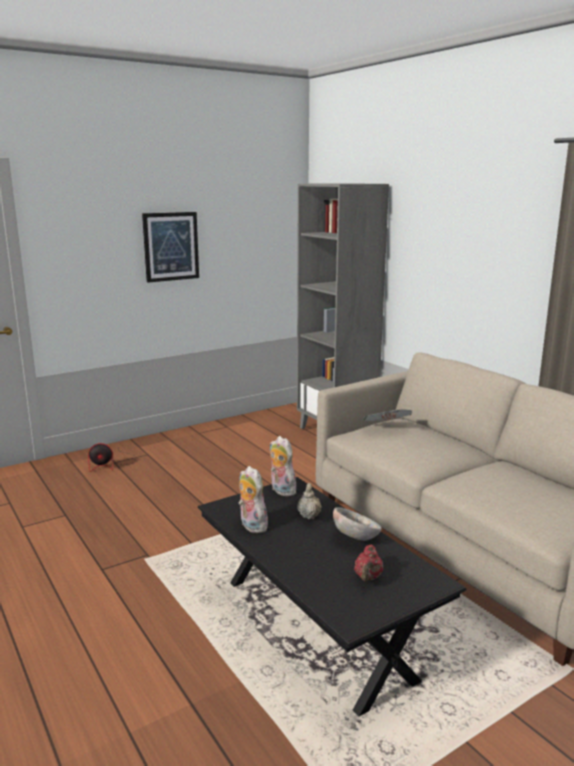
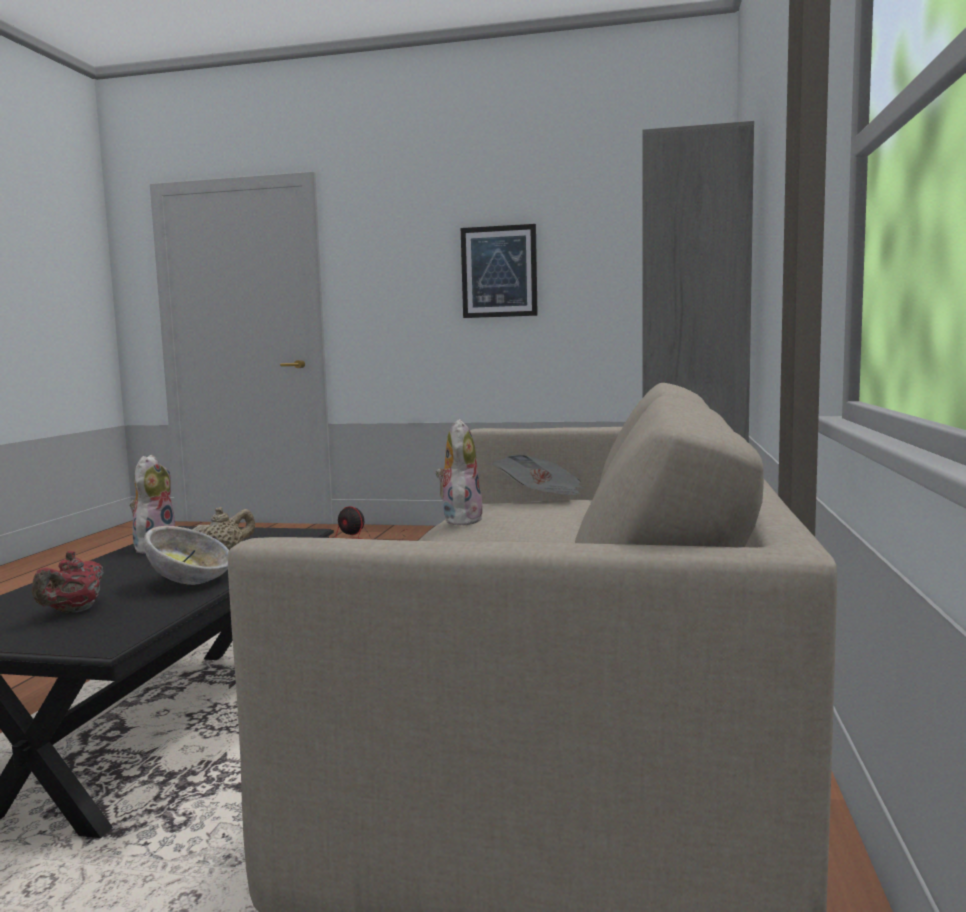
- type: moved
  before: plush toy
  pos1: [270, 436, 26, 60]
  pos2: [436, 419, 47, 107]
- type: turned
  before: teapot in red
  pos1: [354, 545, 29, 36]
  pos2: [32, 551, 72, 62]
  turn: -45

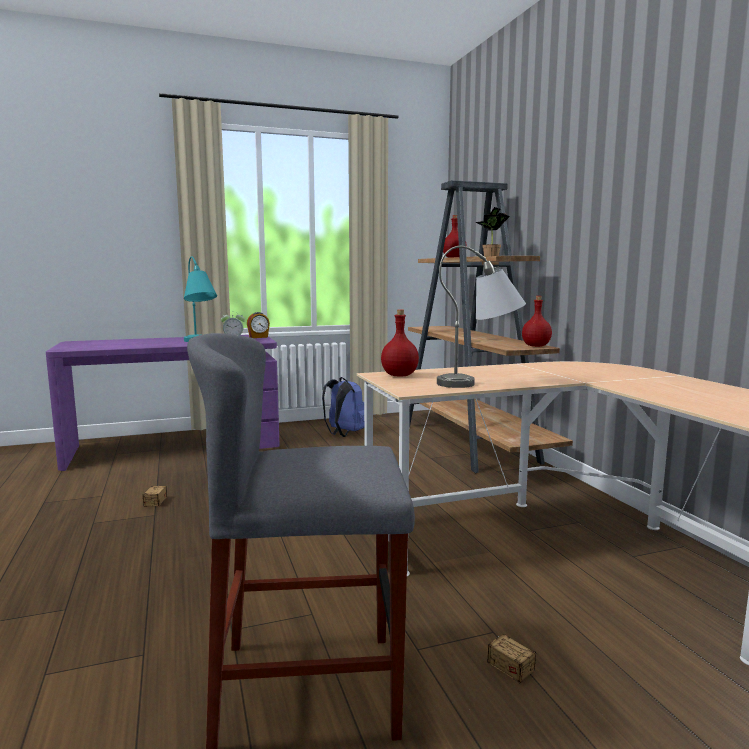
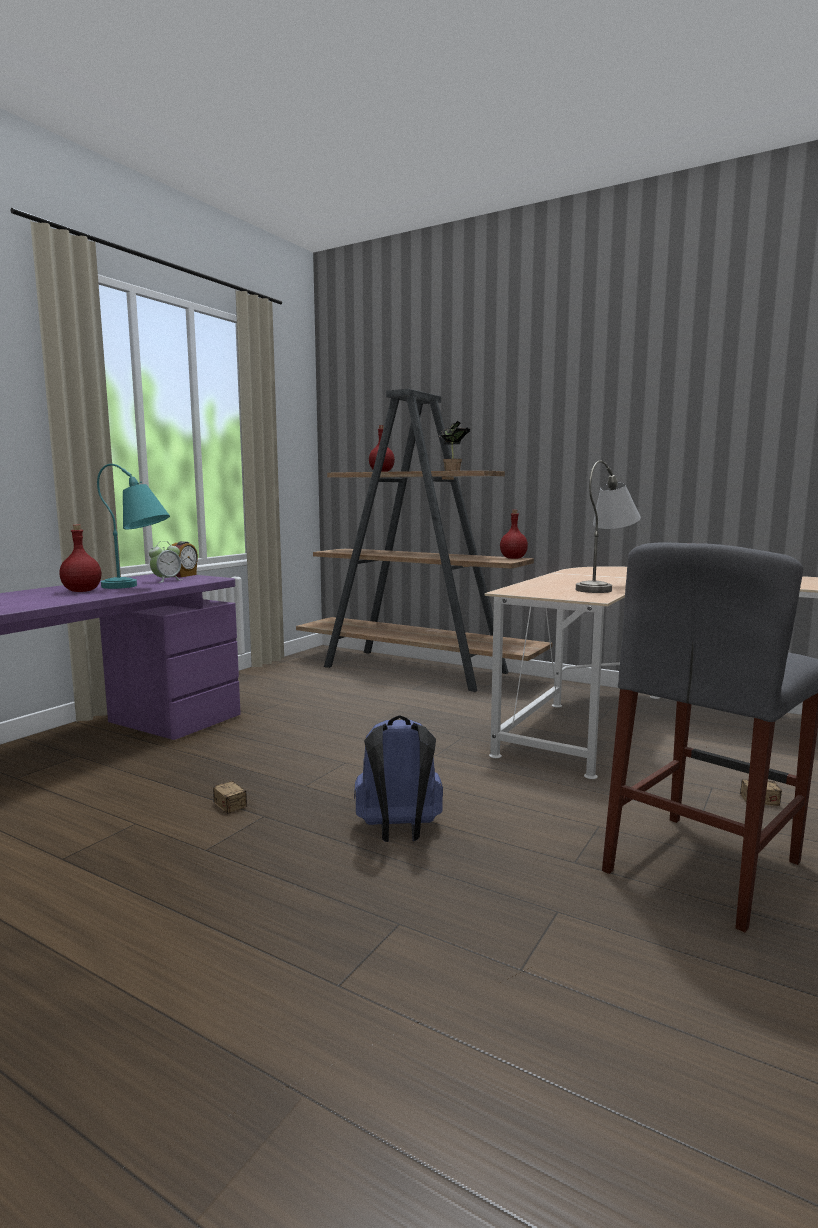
- type: moved
  before: knapsack in blue
  pos1: [322, 377, 42, 60]
  pos2: [354, 715, 89, 127]
- type: moved
  before: bottle in red
  pos1: [381, 309, 38, 67]
  pos2: [59, 525, 42, 67]

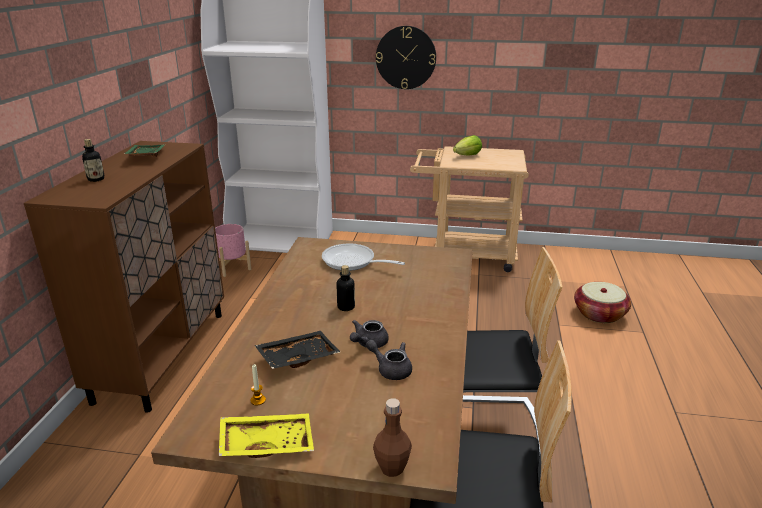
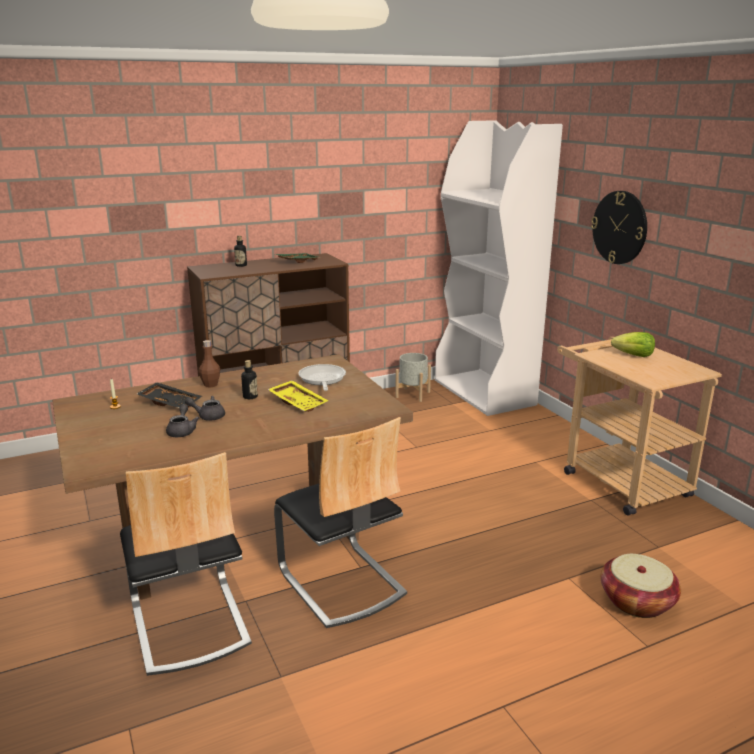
- type: moved
  before: serving tray in yellow
  pos1: [219, 413, 95, 45]
  pos2: [268, 380, 61, 32]
- type: moved
  before: bottle in brownish
  pos1: [373, 398, 39, 79]
  pos2: [199, 340, 21, 48]
- type: recoloured
  before: flower pot in pink-coloured
  after: flower pot in grey
  pos1: [215, 224, 36, 53]
  pos2: [395, 353, 36, 49]

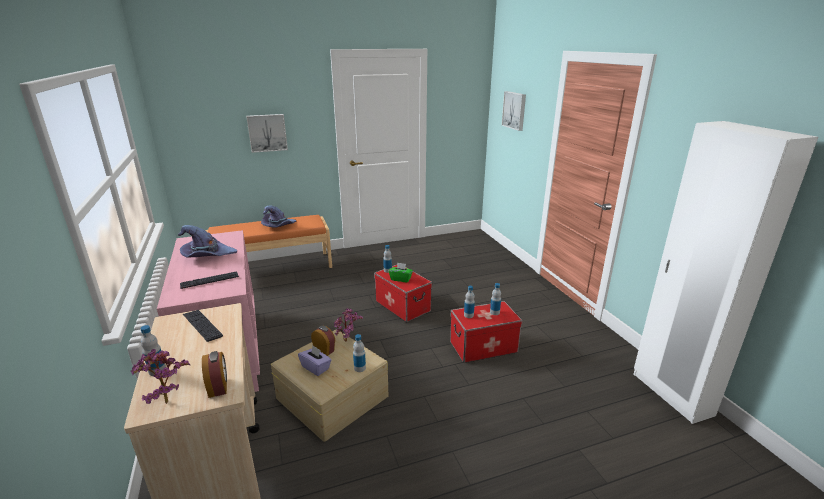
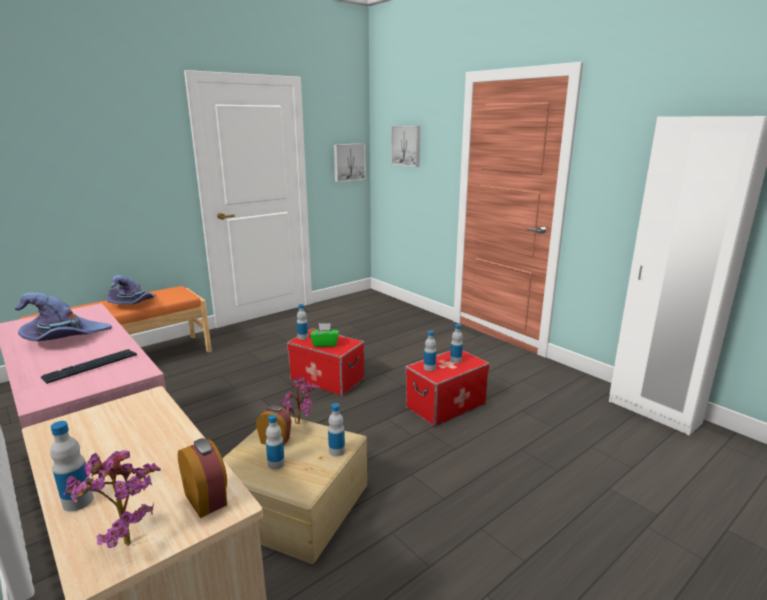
- type: removed
  before: computer keyboard
  pos1: [183, 310, 40, 32]
- type: moved
  before: wall art
  pos1: [246, 114, 42, 39]
  pos2: [334, 143, 32, 39]
- type: replaced
  before: box of tissues in purple-coloured
  after: bottle
  pos1: [298, 346, 33, 30]
  pos2: [266, 414, 19, 56]

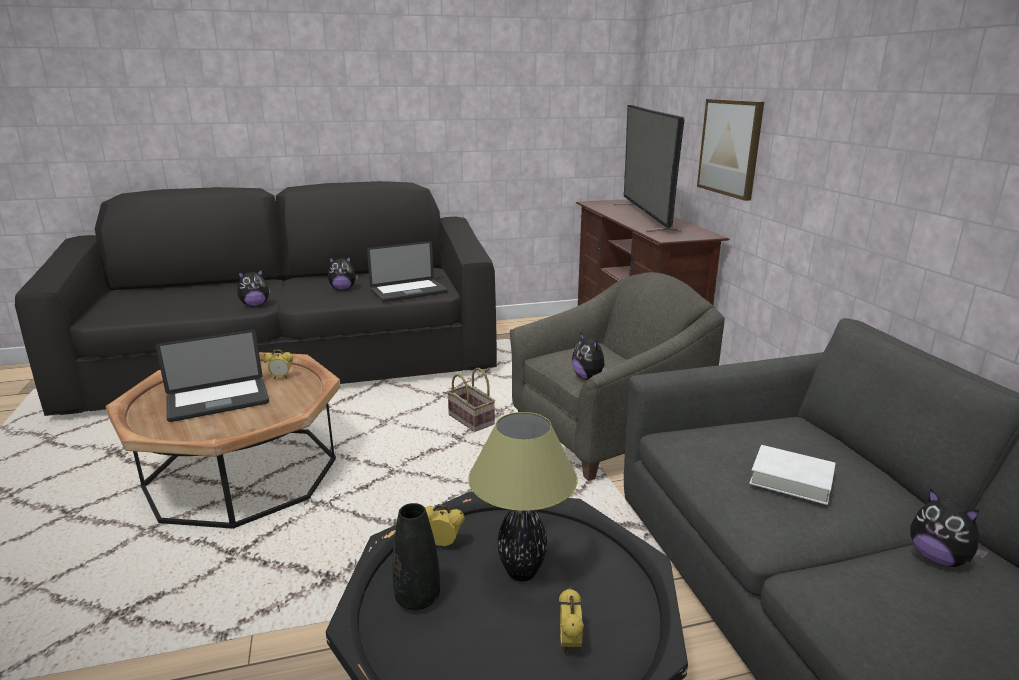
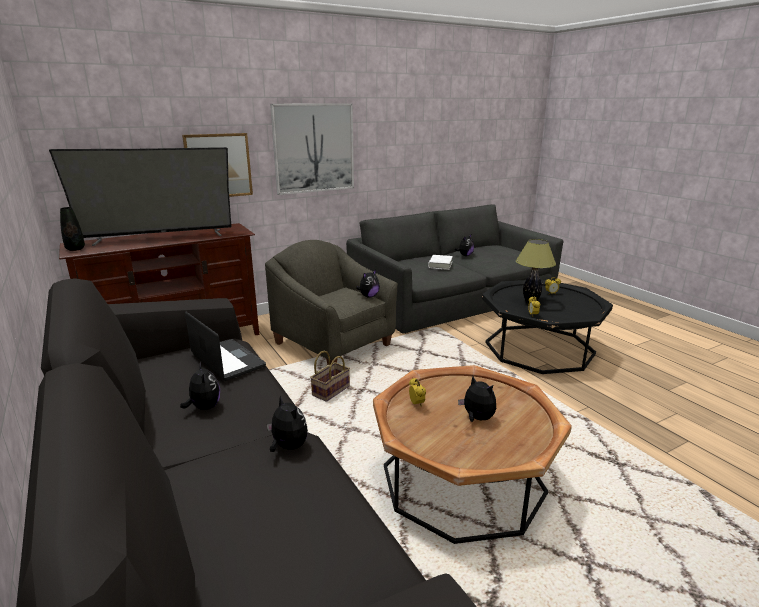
- type: added
  after: wall art
  pos2: [270, 104, 84, 91]
- type: moved
  before: flower vase in black-coloured
  pos1: [393, 503, 47, 107]
  pos2: [60, 207, 25, 44]
- type: replaced
  before: laptop
  after: plush toy
  pos1: [156, 330, 113, 92]
  pos2: [458, 376, 38, 46]

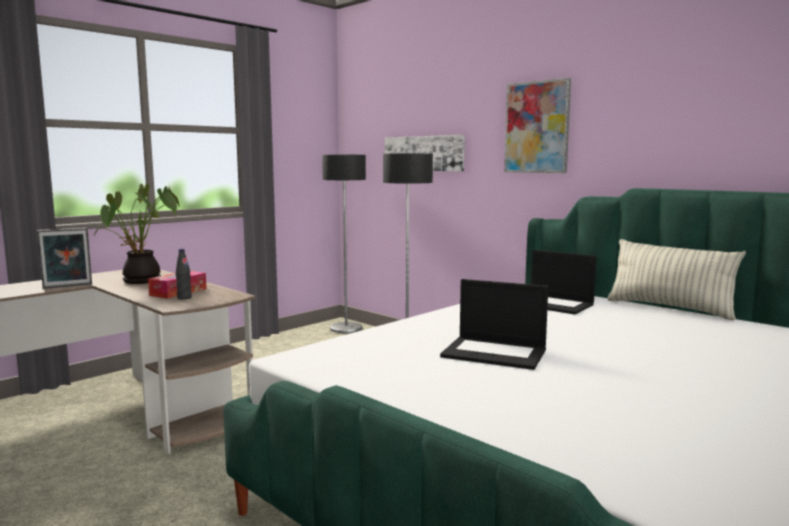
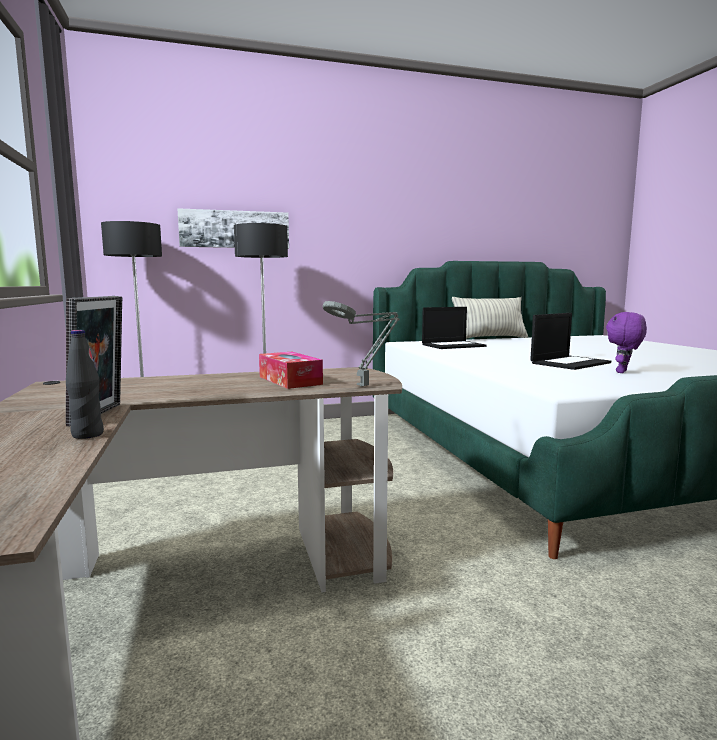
- type: removed
  before: plant in a pot
  pos1: [94, 184, 85, 100]
- type: removed
  before: wall art
  pos1: [504, 78, 67, 95]
- type: added
  after: table lamp in grey
  pos2: [323, 301, 77, 86]
- type: added
  after: plush toy in purple-coloured
  pos2: [606, 312, 41, 61]
- type: moved
  before: bottle in black-coloured
  pos1: [176, 249, 16, 50]
  pos2: [66, 330, 38, 109]

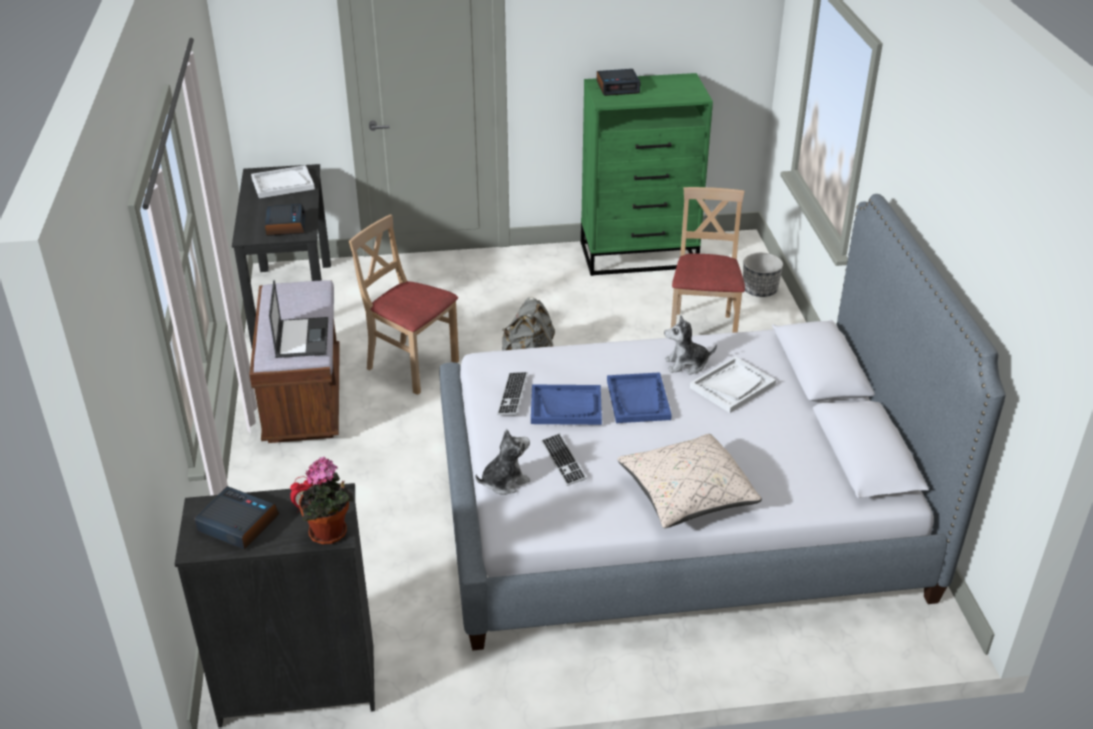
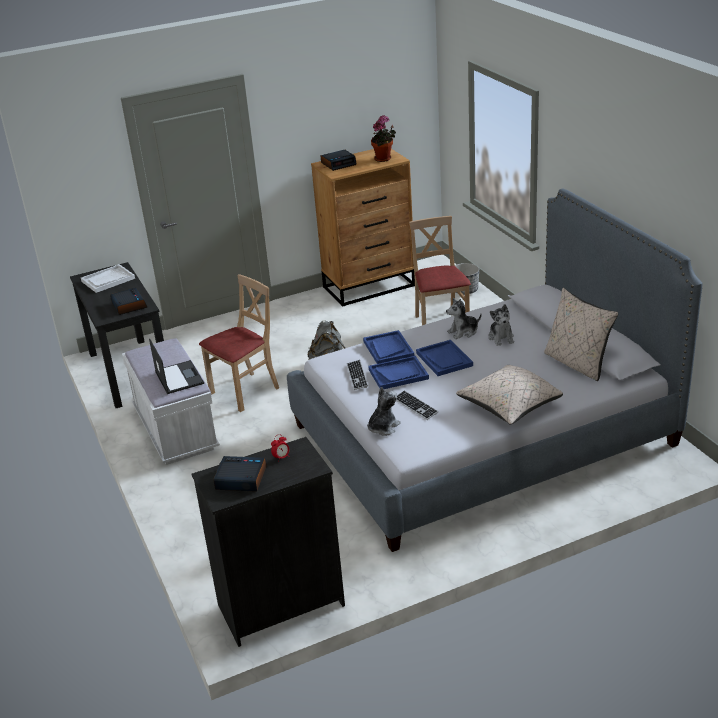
- type: added
  after: serving tray in blue
  pos2: [363, 330, 51, 34]
- type: added
  after: cushion in sand-coloured
  pos2: [544, 288, 74, 93]
- type: moved
  before: plant in a pot
  pos1: [299, 457, 55, 87]
  pos2: [371, 115, 25, 47]
- type: replaced
  before: serving tray in white-coloured
  after: plush toy
  pos1: [690, 356, 86, 57]
  pos2: [488, 304, 26, 42]
- type: recoloured
  before: indoor bench in brownish
  after: indoor bench in white-coloured
  pos1: [249, 280, 91, 163]
  pos2: [122, 338, 98, 127]
- type: recoloured
  before: chest of drawers in green
  after: chest of drawers in brownish
  pos1: [581, 73, 132, 203]
  pos2: [311, 149, 104, 158]
- type: turned
  before: plain chair in sand-coloured
  pos1: [349, 215, 110, 180]
  pos2: [199, 274, 80, 138]
  turn: 120

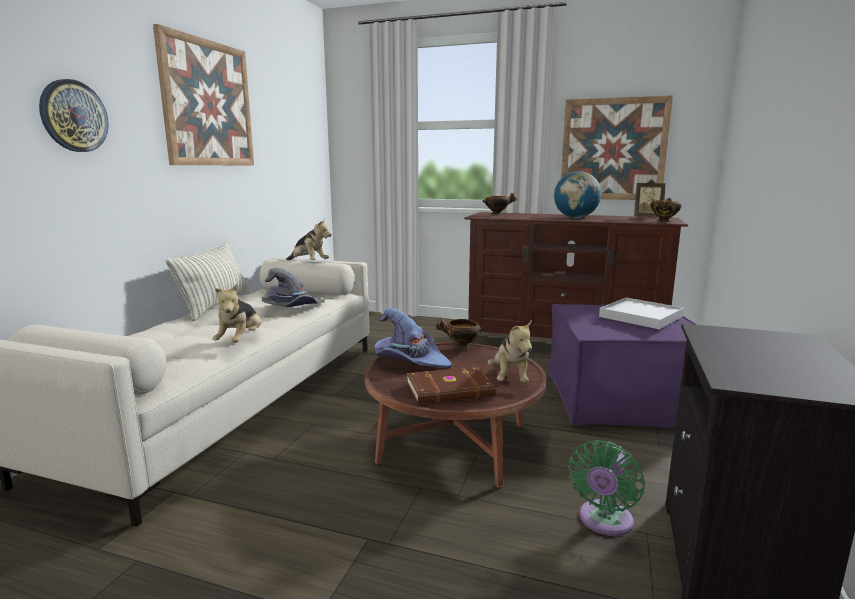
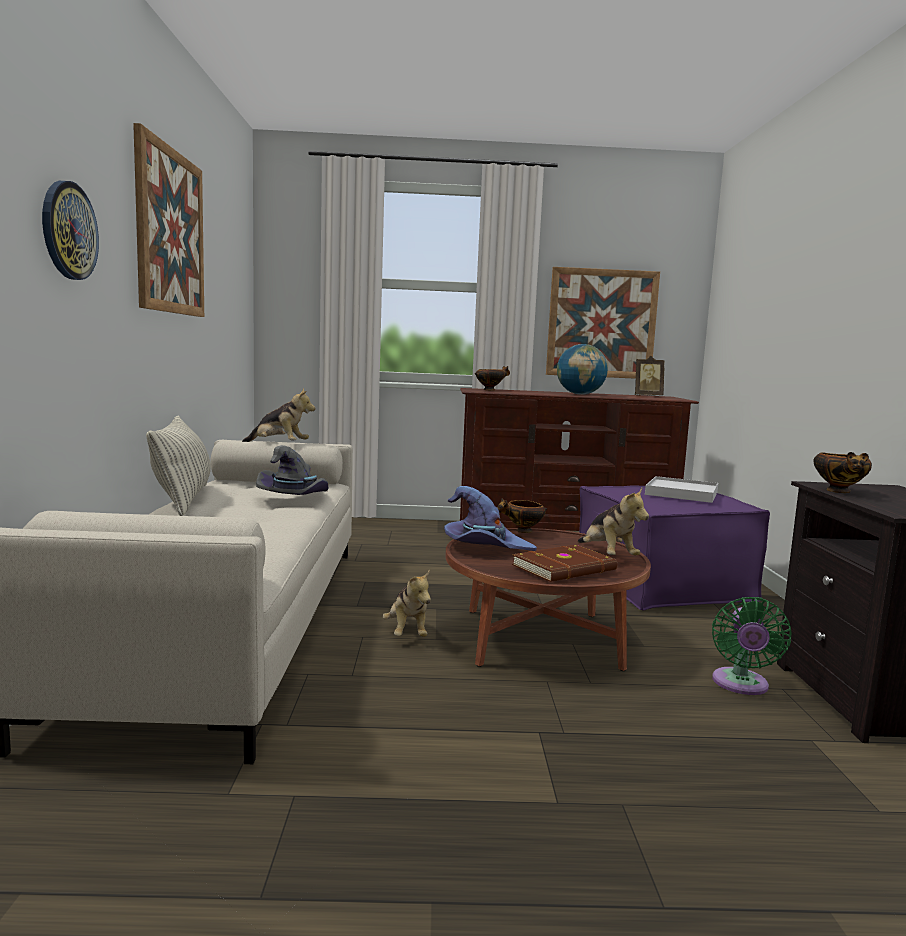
- type: moved
  before: plush toy
  pos1: [212, 284, 49, 59]
  pos2: [383, 570, 48, 67]
- type: moved
  before: bowl
  pos1: [650, 198, 31, 24]
  pos2: [813, 452, 59, 41]

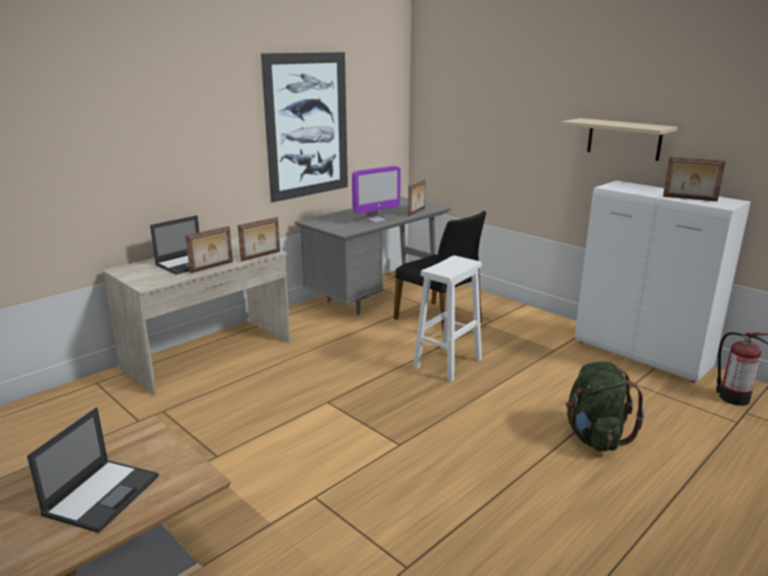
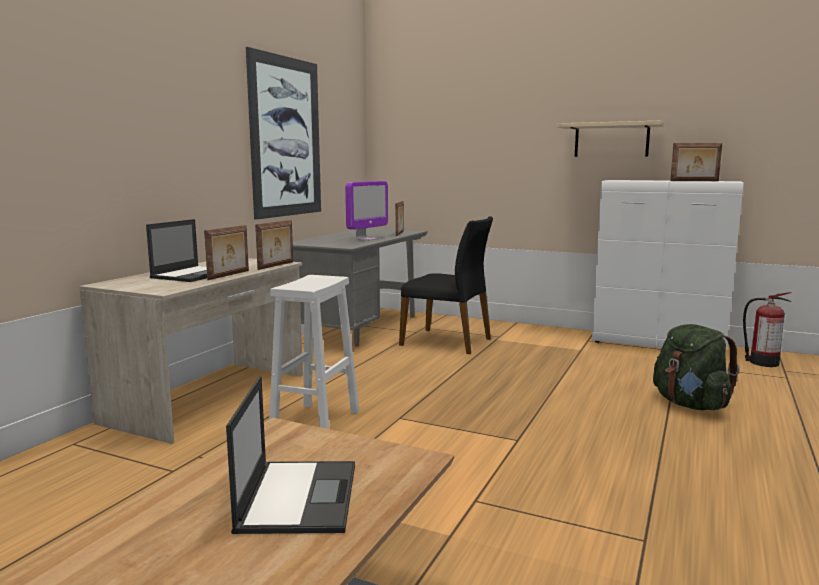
- type: moved
  before: sitting stool in white-coloured
  pos1: [413, 255, 69, 127]
  pos2: [269, 275, 90, 154]

